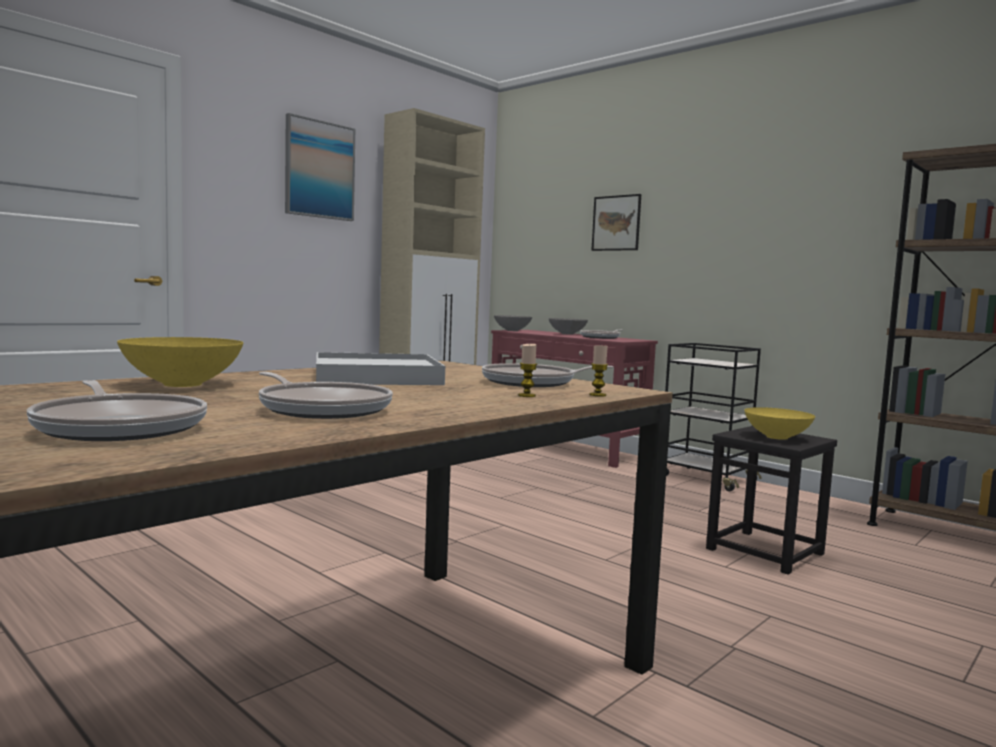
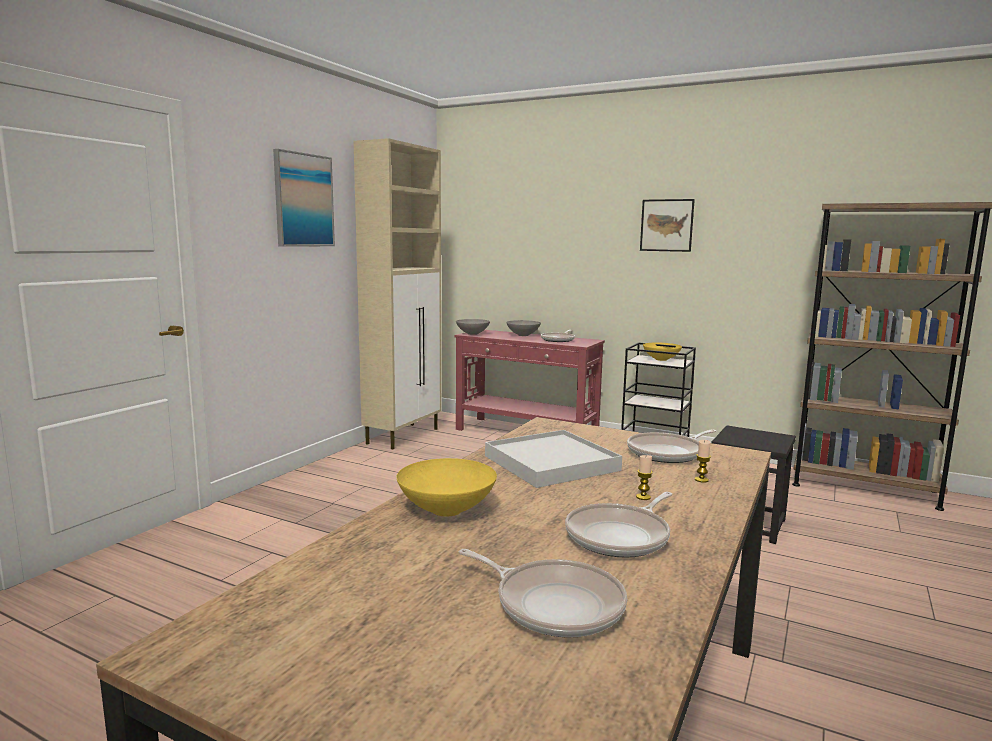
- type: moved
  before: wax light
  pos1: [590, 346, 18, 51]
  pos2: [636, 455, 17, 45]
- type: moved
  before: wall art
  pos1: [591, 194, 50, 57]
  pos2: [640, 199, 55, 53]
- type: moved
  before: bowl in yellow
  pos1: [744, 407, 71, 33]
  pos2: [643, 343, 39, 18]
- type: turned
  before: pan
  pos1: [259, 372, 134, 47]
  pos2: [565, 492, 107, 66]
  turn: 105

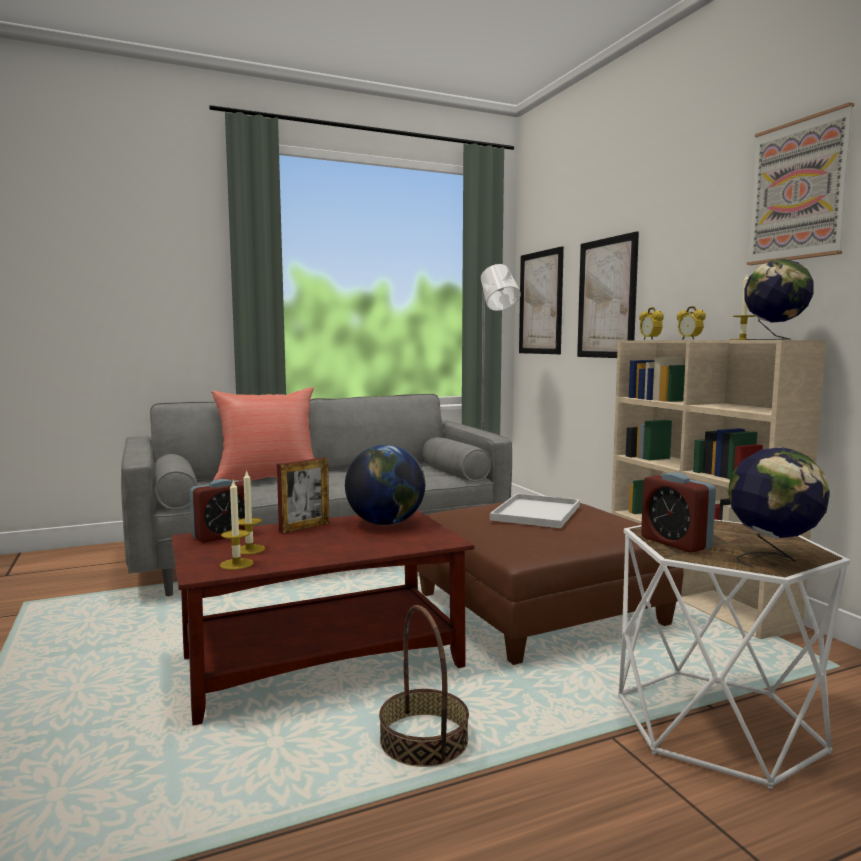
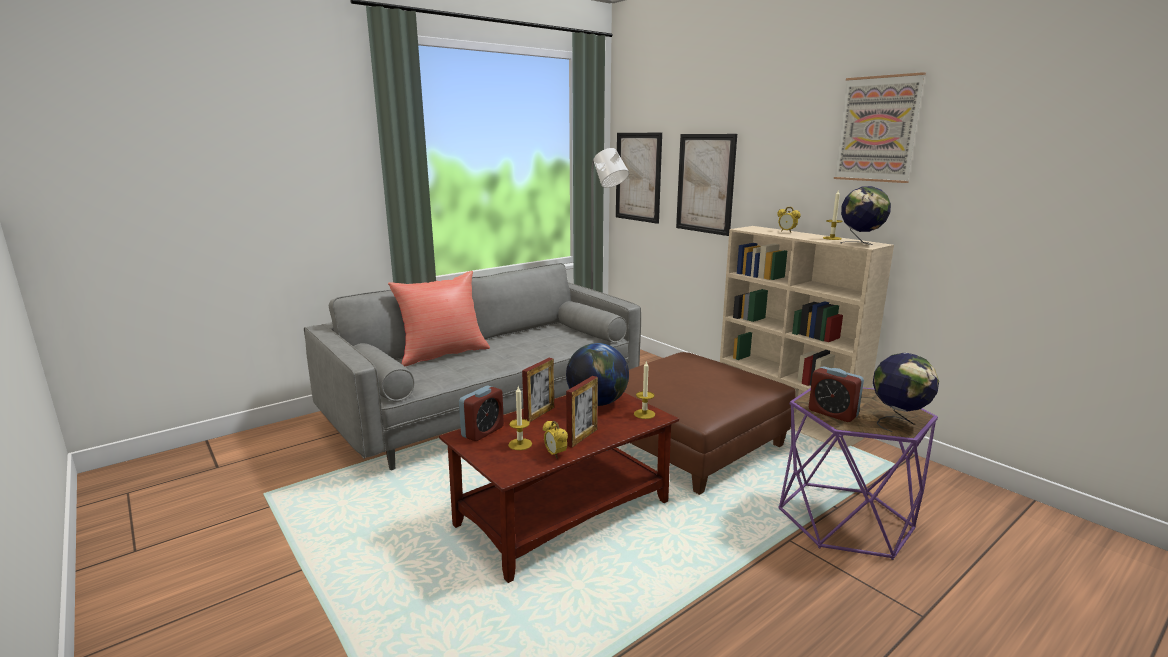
- type: removed
  before: household basket
  pos1: [379, 605, 90, 162]
- type: removed
  before: serving tray in white-coloured
  pos1: [490, 493, 90, 35]
- type: added
  after: standing frame
  pos2: [566, 376, 32, 72]
- type: moved
  before: wax light
  pos1: [220, 480, 33, 90]
  pos2: [634, 361, 21, 58]
- type: moved
  before: bedside clock
  pos1: [639, 307, 25, 33]
  pos2: [543, 421, 25, 38]
- type: recoloured
  before: accent table in white-coloured
  after: accent table in purple-coloured
  pos1: [618, 519, 232, 271]
  pos2: [778, 388, 160, 172]

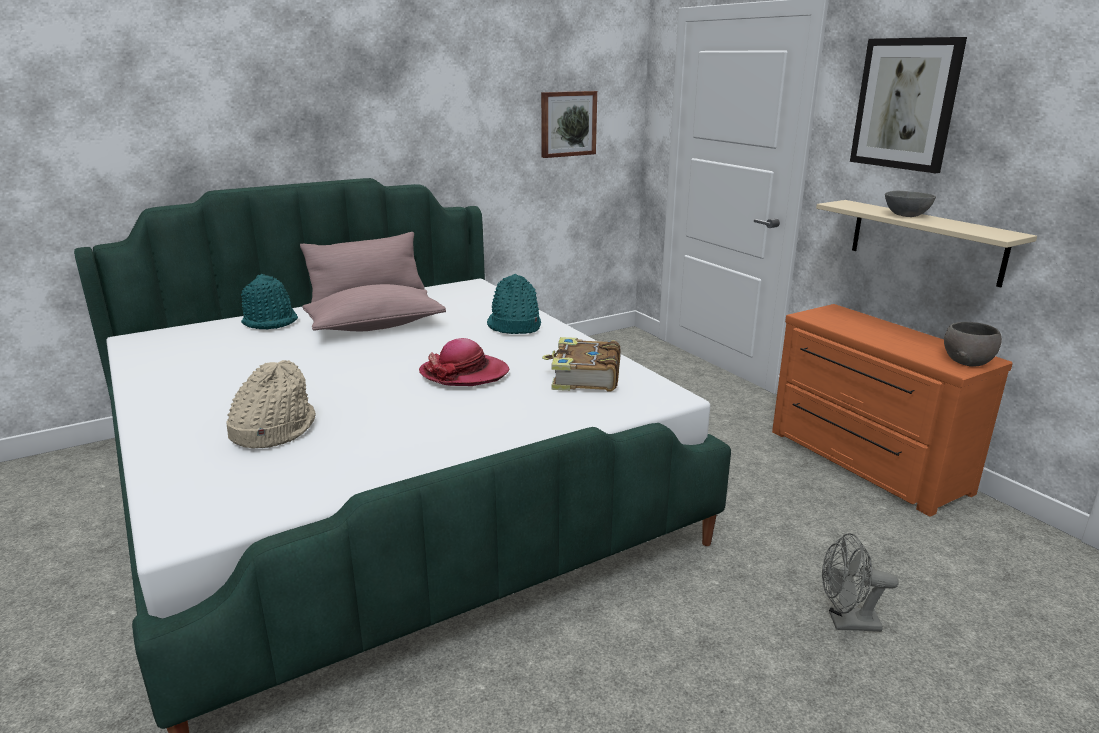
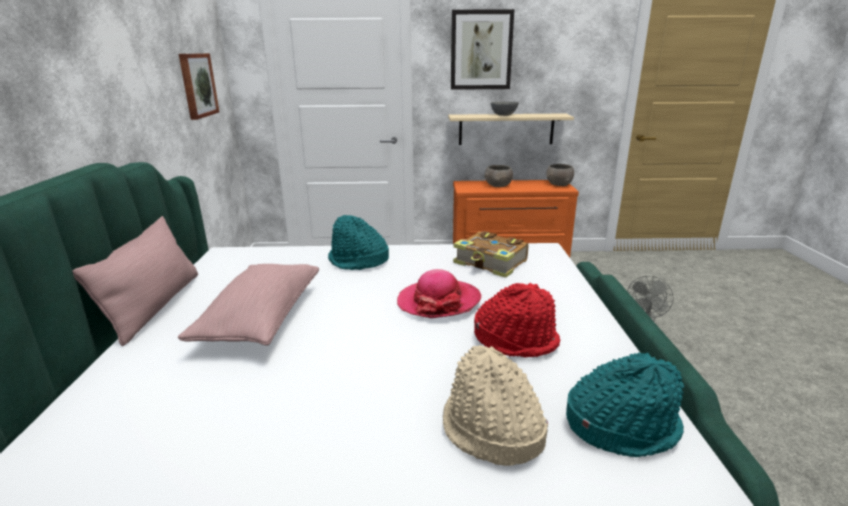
- type: added
  after: wearable hat in red
  pos2: [474, 283, 86, 75]
- type: added
  after: bowl in grey
  pos2: [484, 165, 29, 22]
- type: moved
  before: wearable hat in turquoise
  pos1: [241, 274, 57, 56]
  pos2: [566, 352, 118, 105]

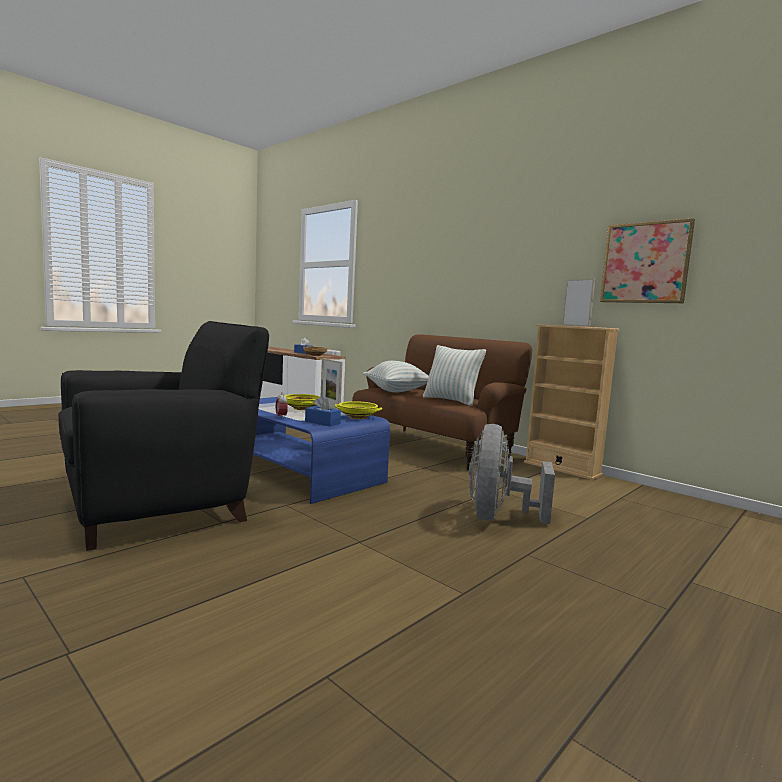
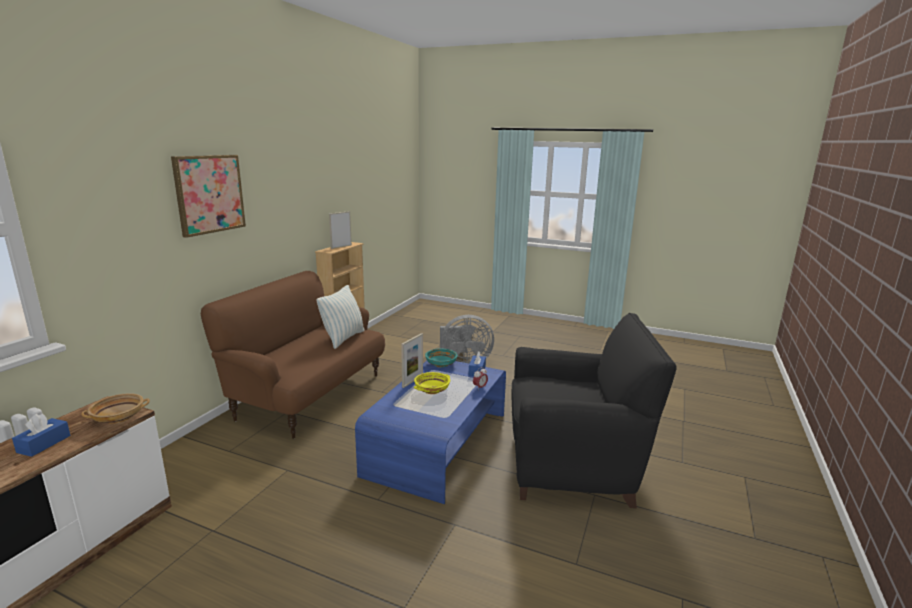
- type: removed
  before: cushion
  pos1: [363, 361, 66, 31]
- type: moved
  before: wall art
  pos1: [600, 218, 95, 85]
  pos2: [171, 155, 75, 83]
- type: recoloured
  before: bowl in yellow
  after: bowl in turquoise
  pos1: [335, 401, 47, 18]
  pos2: [425, 348, 33, 20]
- type: turned
  before: armchair in black-coloured
  pos1: [58, 321, 211, 230]
  pos2: [511, 313, 166, 195]
  turn: 150

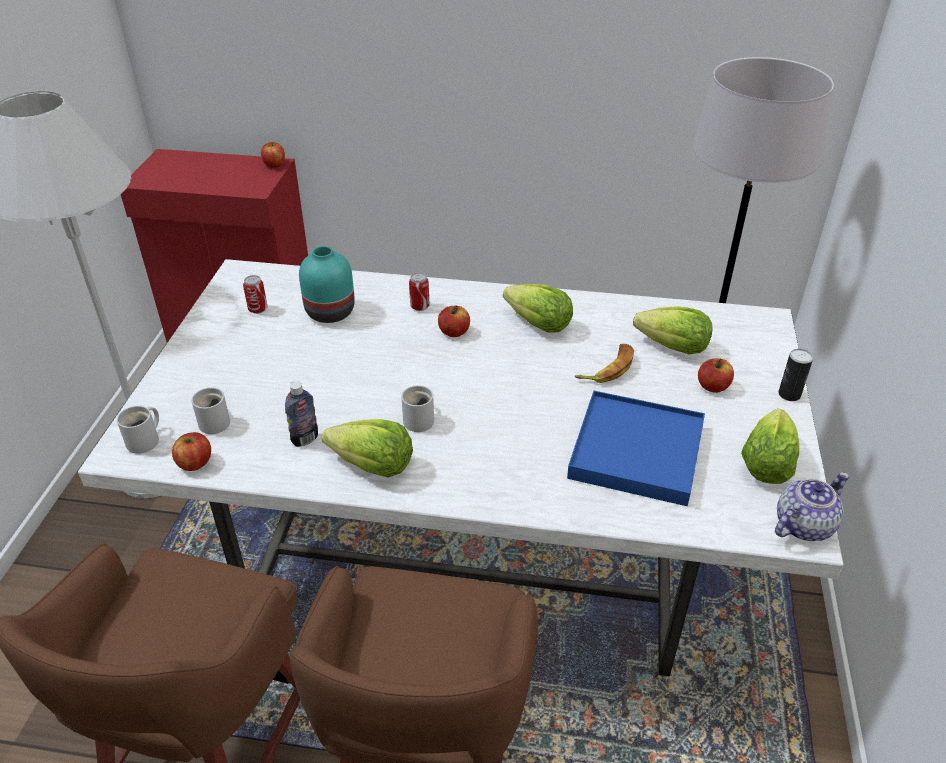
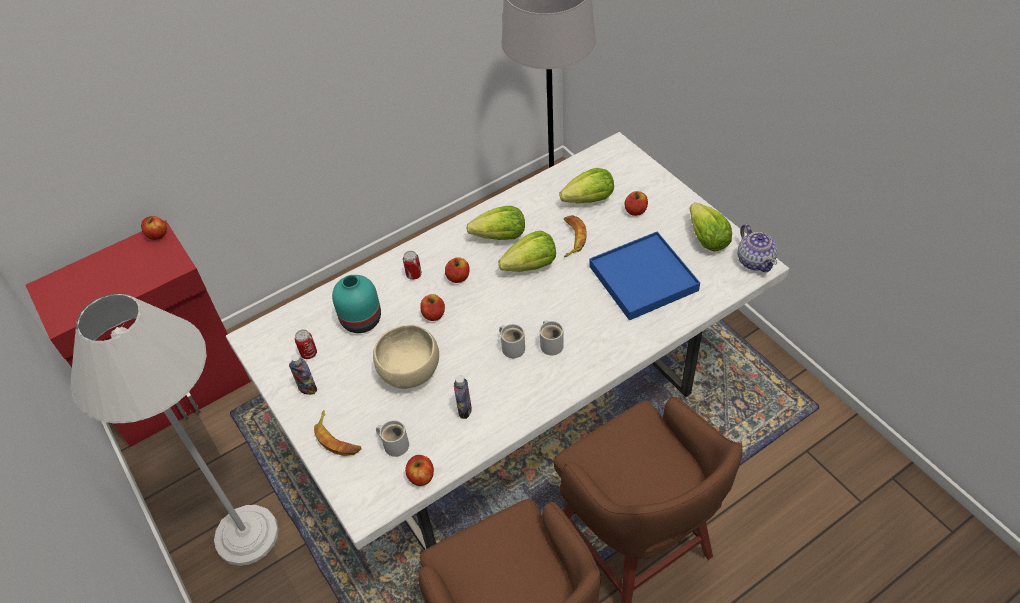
- type: removed
  before: metal can
  pos1: [778, 349, 35, 52]
- type: added
  after: bottle
  pos2: [289, 354, 28, 41]
- type: added
  after: banana fruit
  pos2: [314, 410, 48, 46]
- type: added
  after: bowl in sand-coloured
  pos2: [373, 325, 66, 64]
- type: added
  after: whole apple
  pos2: [420, 294, 25, 27]
- type: moved
  before: tea mug in white-coloured
  pos1: [117, 406, 42, 48]
  pos2: [540, 320, 24, 35]
- type: moved
  before: lettuce
  pos1: [321, 419, 92, 58]
  pos2: [498, 231, 58, 41]
- type: turned
  before: teapot
  pos1: [775, 472, 74, 69]
  pos2: [738, 224, 39, 48]
  turn: 150

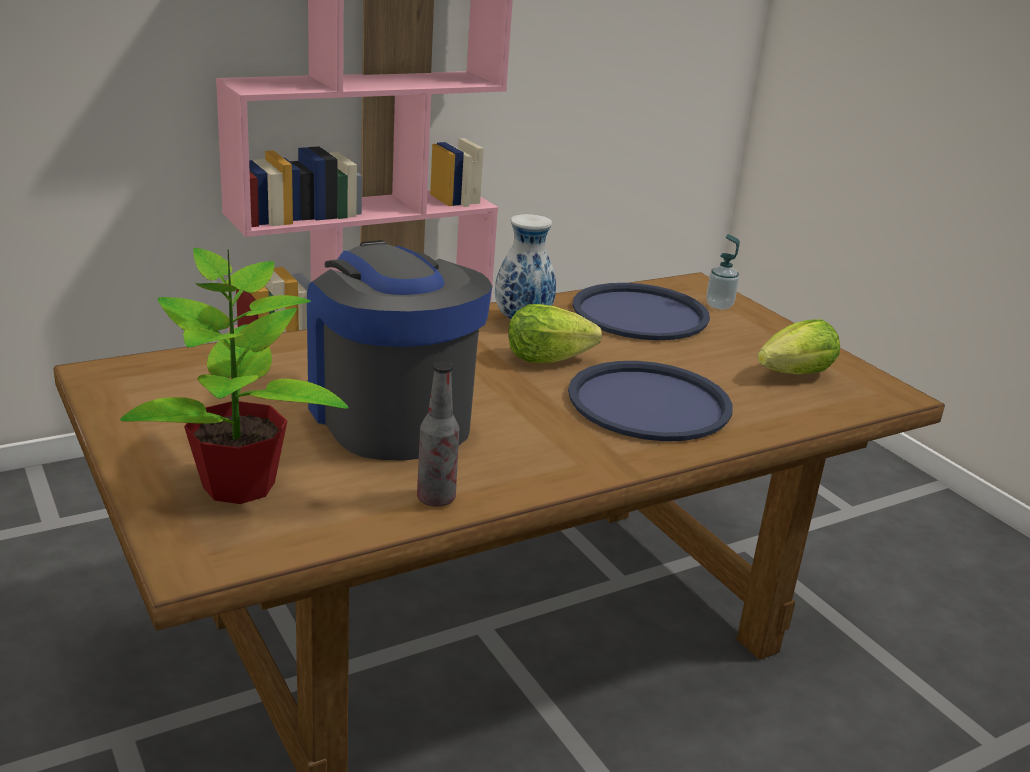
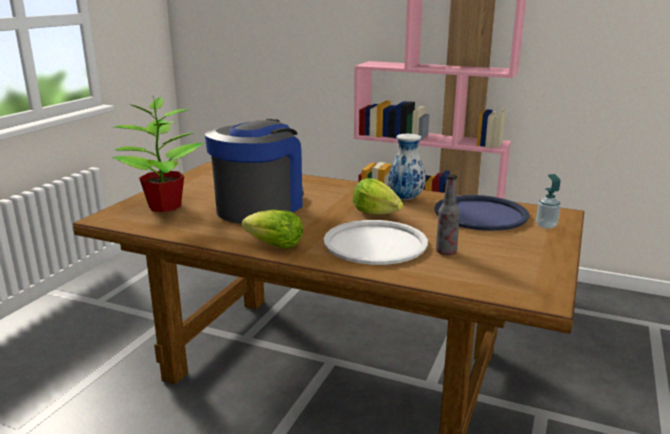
- type: moved
  before: bottle
  pos1: [417, 361, 42, 146]
  pos2: [436, 174, 24, 81]
- type: moved
  before: lettuce
  pos1: [757, 319, 83, 56]
  pos2: [242, 210, 61, 39]
- type: recoloured
  before: serving tray in blue
  after: serving tray in white-coloured
  pos1: [568, 361, 165, 80]
  pos2: [324, 220, 104, 45]

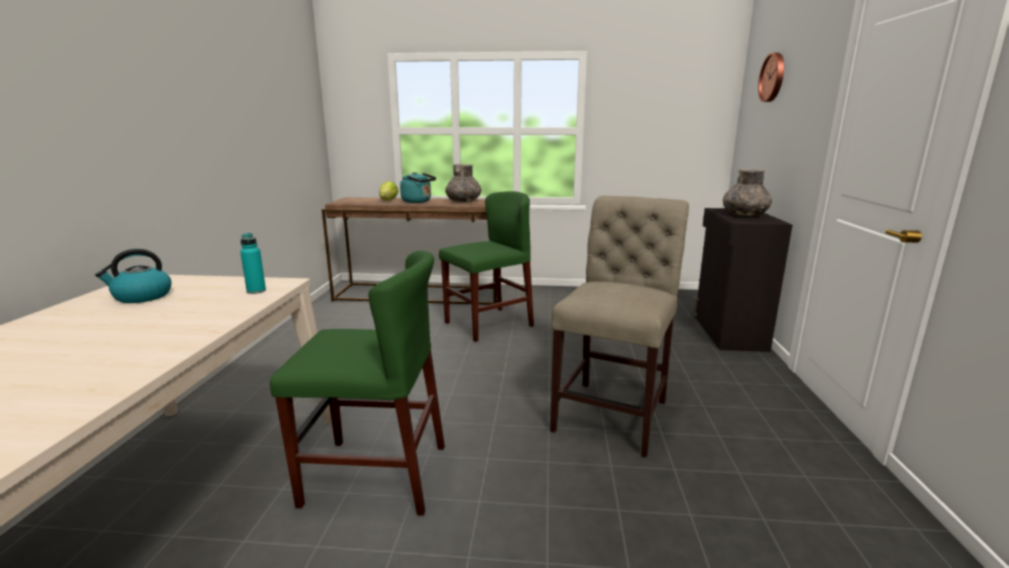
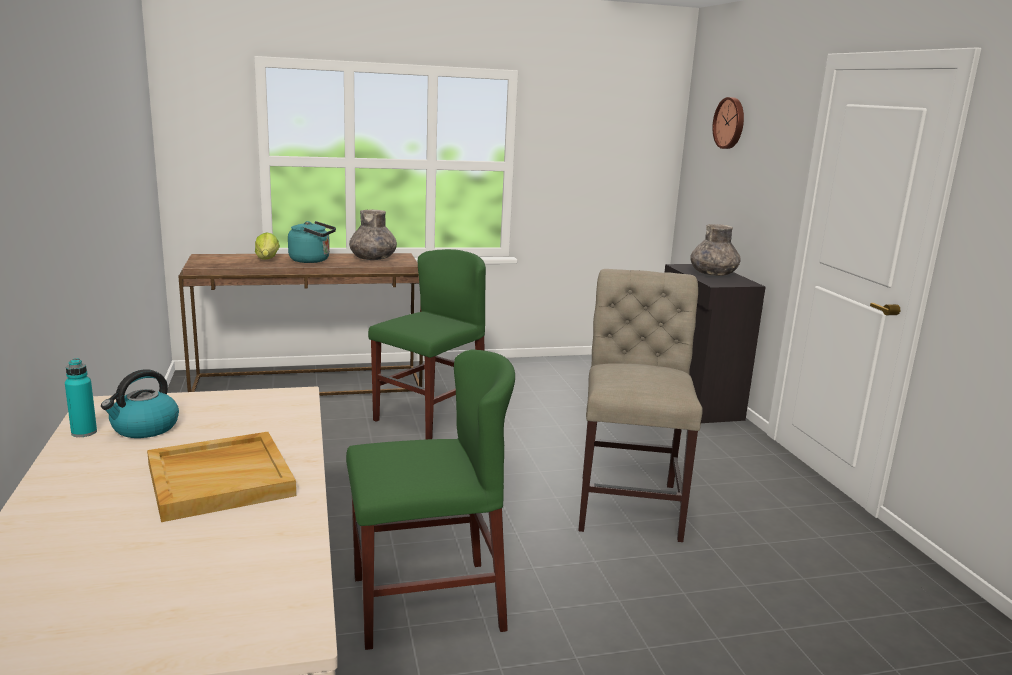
- type: added
  after: serving tray in sand-coloured
  pos2: [147, 432, 149, 90]
- type: moved
  before: bottle in turquoise
  pos1: [240, 233, 26, 61]
  pos2: [65, 358, 32, 79]

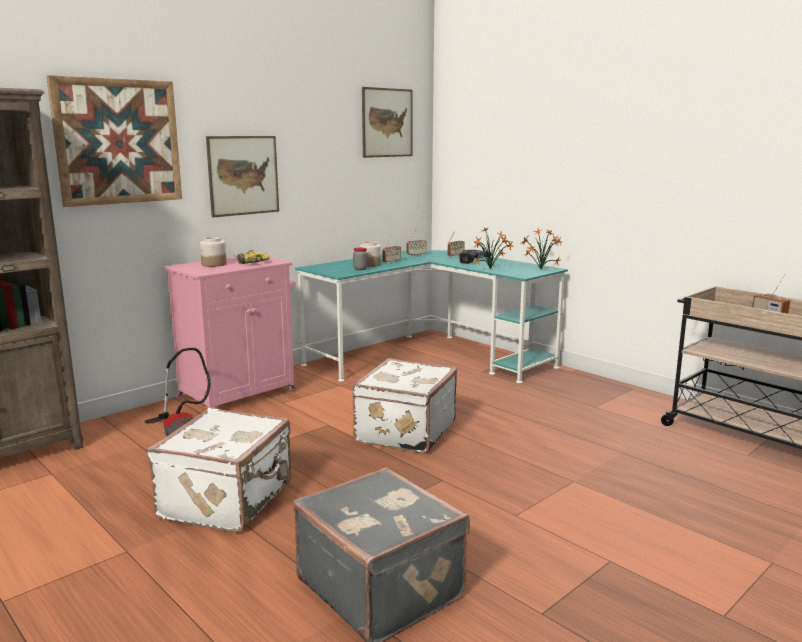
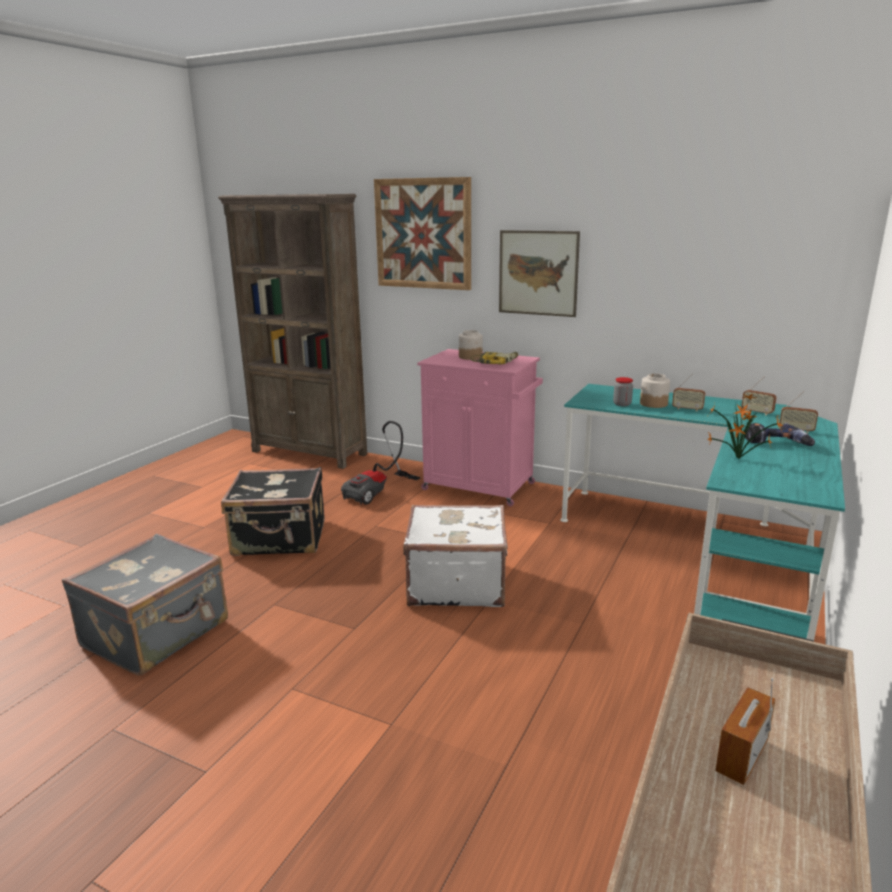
- type: removed
  before: wall art
  pos1: [362, 87, 51, 71]
- type: removed
  before: plant in a pot
  pos1: [520, 228, 42, 41]
- type: recoloured
  before: suitcase in white-coloured
  after: suitcase in black-coloured
  pos1: [147, 408, 144, 125]
  pos2: [221, 467, 104, 89]

